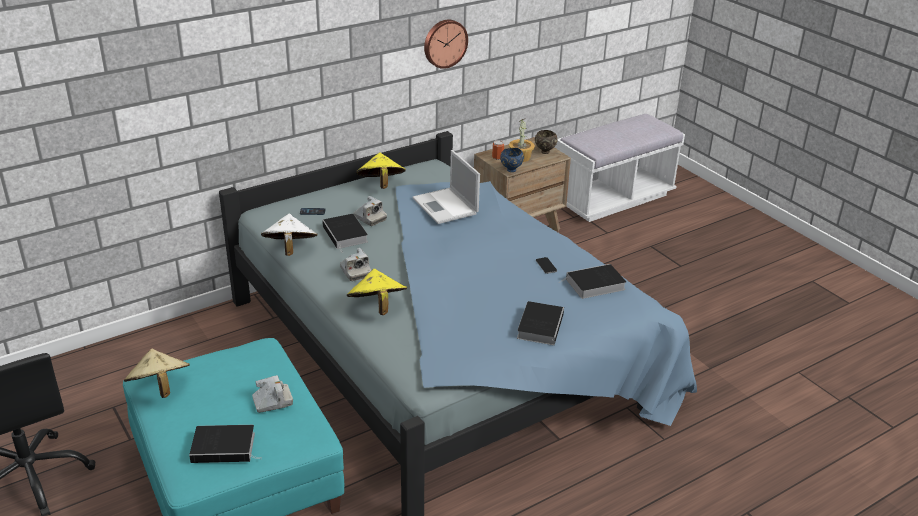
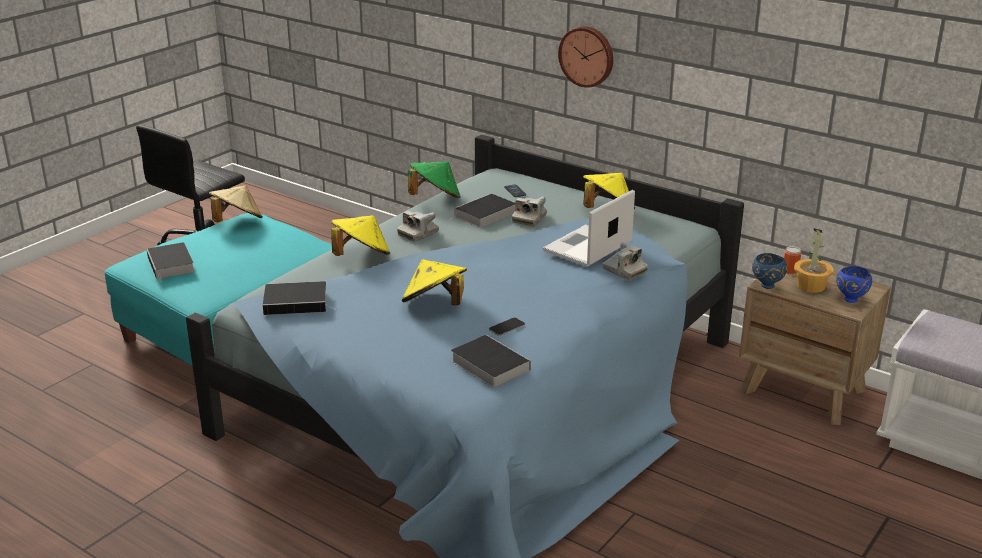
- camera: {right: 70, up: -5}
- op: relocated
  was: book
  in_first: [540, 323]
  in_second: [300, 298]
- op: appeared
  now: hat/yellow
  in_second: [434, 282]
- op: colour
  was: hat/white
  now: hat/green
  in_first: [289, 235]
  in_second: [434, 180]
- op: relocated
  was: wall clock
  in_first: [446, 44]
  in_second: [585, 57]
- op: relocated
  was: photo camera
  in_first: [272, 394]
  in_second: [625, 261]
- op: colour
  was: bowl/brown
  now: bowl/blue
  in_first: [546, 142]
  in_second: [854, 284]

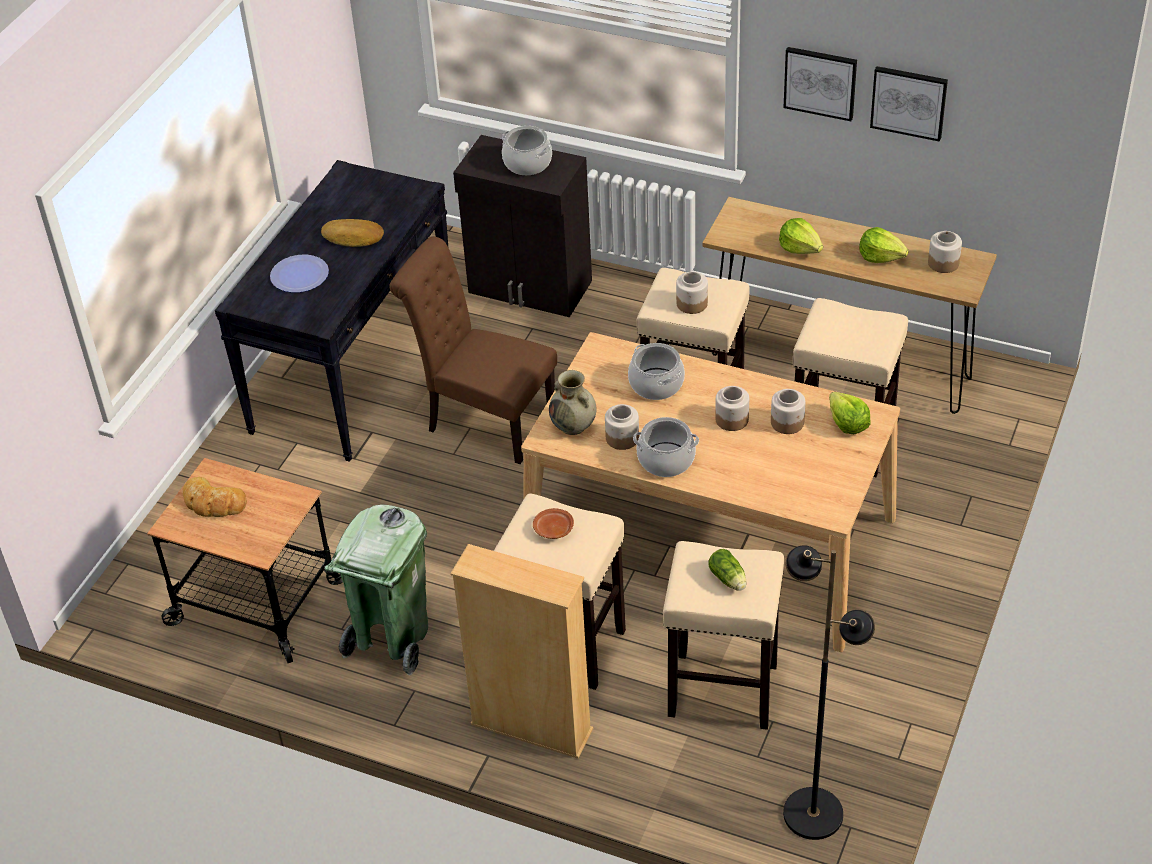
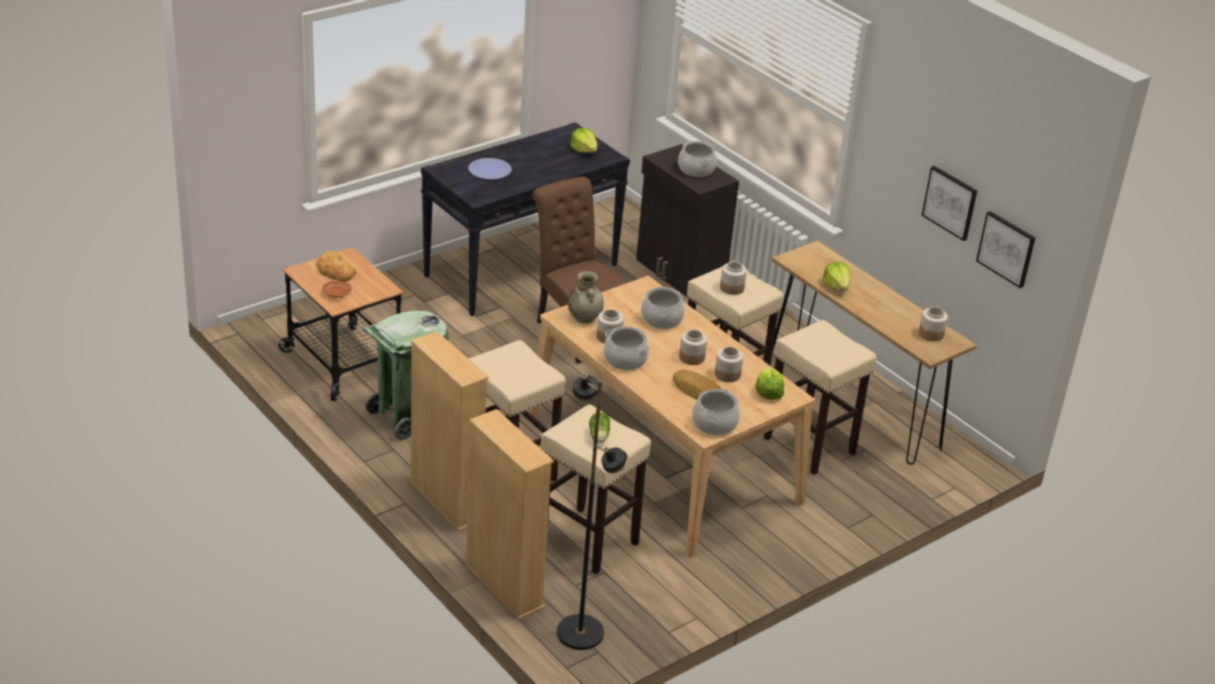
- camera: {right: 25, up: -10}
- op: relocated
  was: plate/brown
  in_first: [553, 523]
  in_second: [337, 289]
- op: appeared
  now: bookcase/beige
  in_second: [509, 514]
- op: relocated
  was: lettuce
  in_first: [884, 245]
  in_second: [583, 140]
- op: relocated
  was: bread
  in_first: [352, 233]
  in_second: [697, 384]
- op: appeared
  now: cooking pot
  in_second: [716, 412]
- op: relocated
  was: picture
  in_first: [820, 84]
  in_second: [1005, 249]

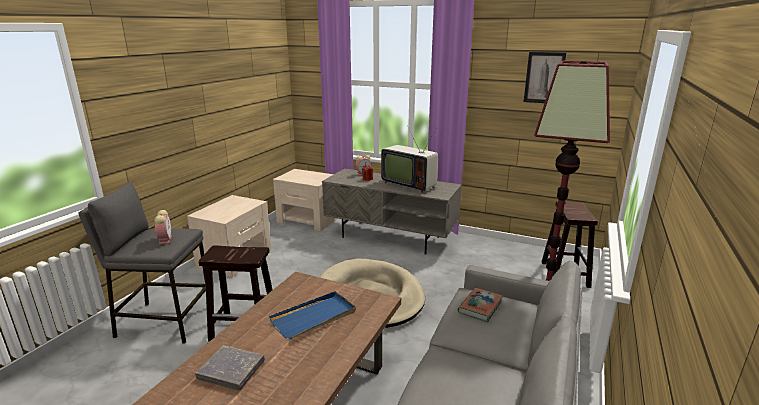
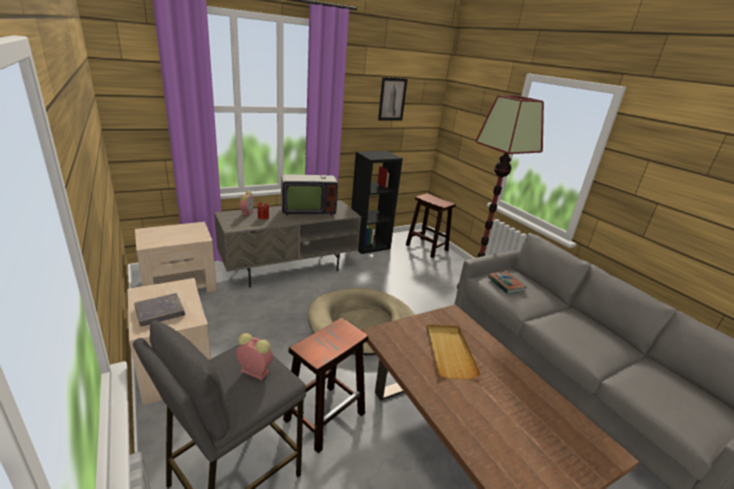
- camera: {right: -55, up: 5}
- op: relocated
  was: book/grey
  in_first: [230, 367]
  in_second: [159, 310]
- op: appeared
  now: bookcase/black
  in_second: [377, 202]
- op: colour
  was: tray/blue
  now: tray/beige
  in_first: [312, 315]
  in_second: [454, 352]

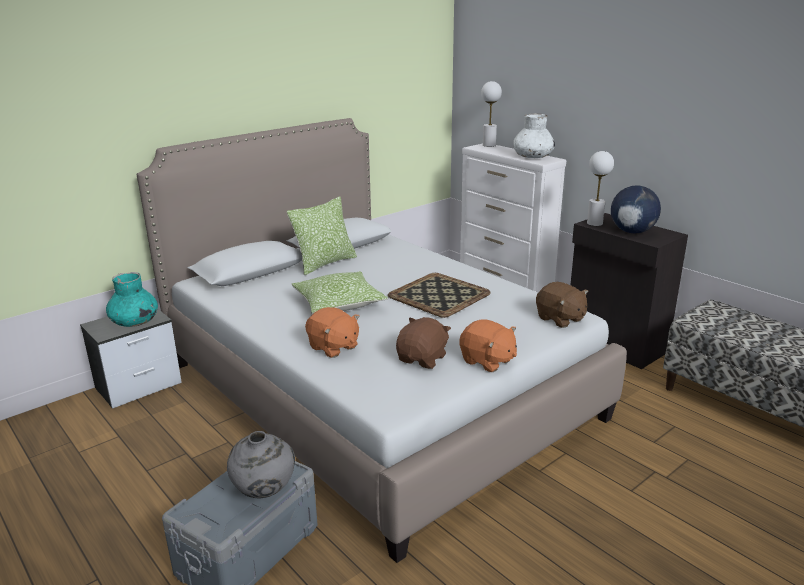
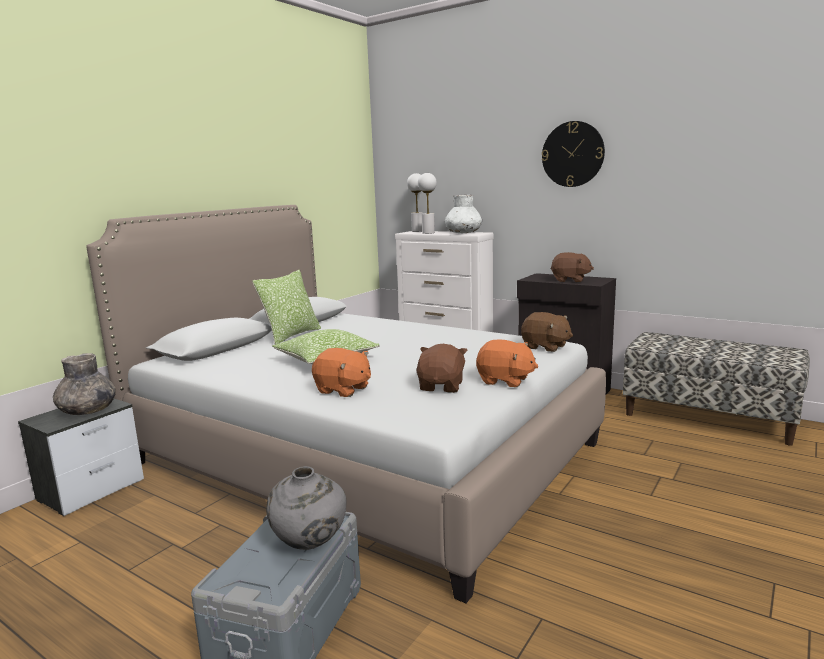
- camera: {right: -15, up: -10}
- op: colour
  was: vase/turquoise
  now: vase/grey
  in_first: [132, 299]
  in_second: [84, 384]
- op: relocated
  was: table lamp/white
  in_first: [600, 188]
  in_second: [427, 203]
- op: appeared
  now: wall clock
  in_second: [573, 154]
- op: exchanged
  was: globe
  now: plush toy/brown
  in_first: [636, 209]
  in_second: [572, 267]
- op: missing
  was: tray
  in_first: [439, 295]

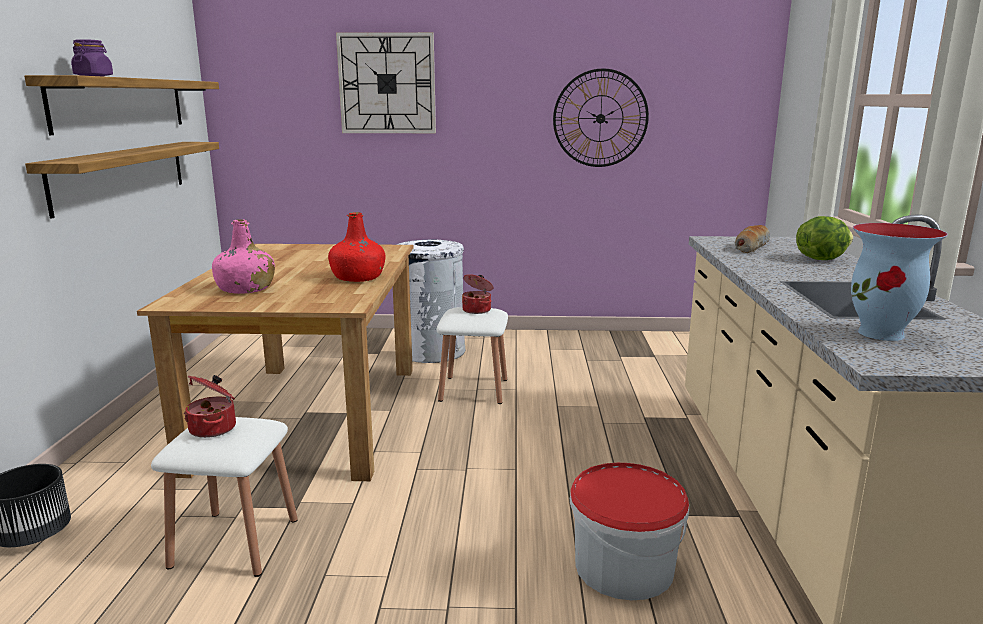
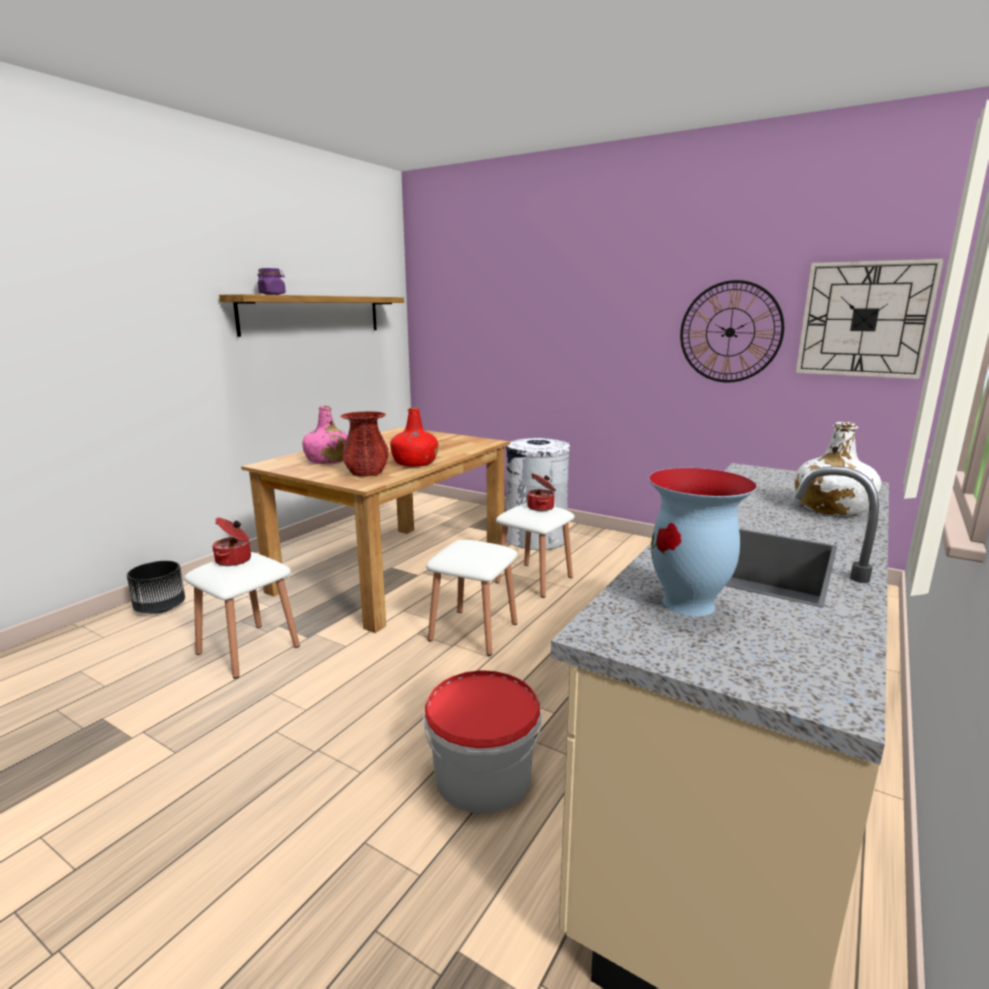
- camera: {right: 30, up: 0}
- op: appeared
  now: vase/red
  in_second: [364, 444]
- op: appeared
  now: stool/white
  in_second: [471, 598]
- op: exchanged
  was: lettuce
  now: bottle/white
  in_first: [824, 238]
  in_second: [838, 468]
- op: relocated
  was: wall clock
  in_first: [386, 82]
  in_second: [870, 319]
- op: missing
  was: shelf
  in_first: [122, 180]
- op: missing
  was: bread
  in_first: [752, 239]

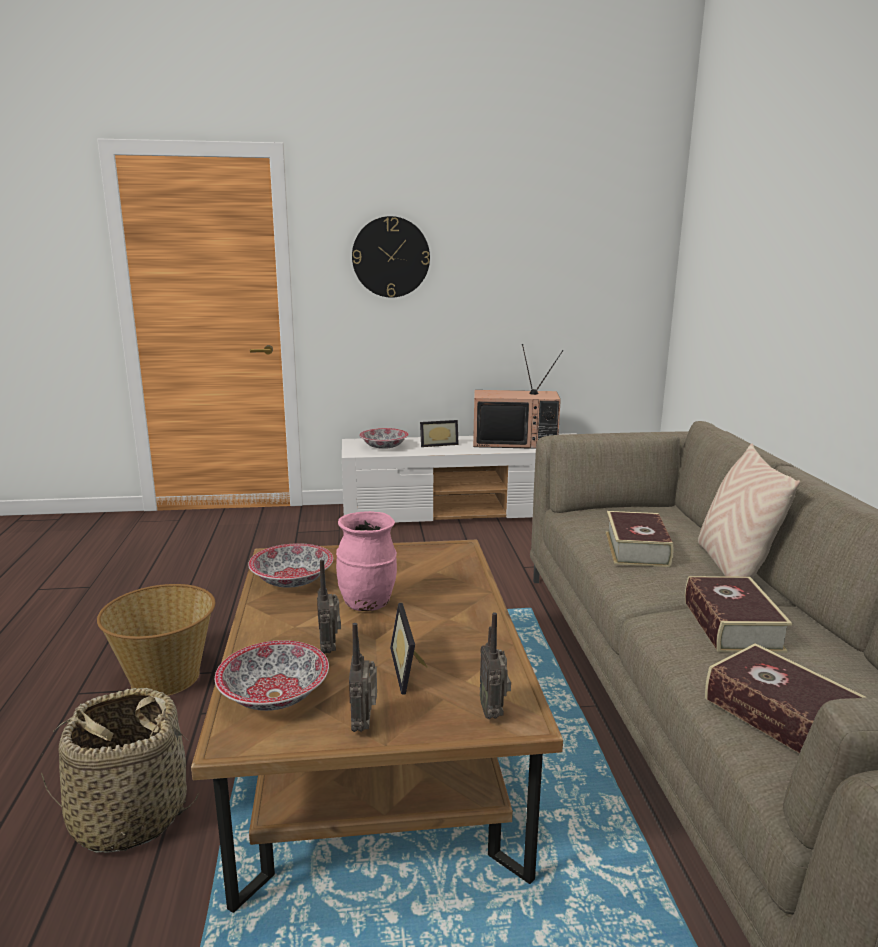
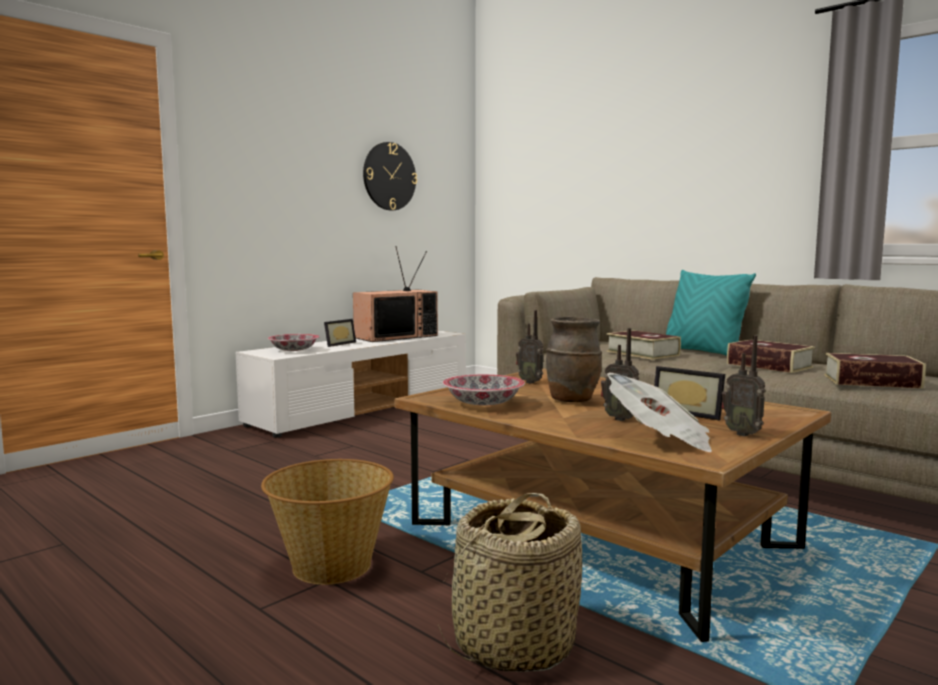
- camera: {right: -40, up: -10}
- op: relocated
  was: wall clock
  in_first: [391, 257]
  in_second: [390, 176]
- op: relocated
  was: radio
  in_first: [495, 665]
  in_second: [530, 347]
- op: colour
  was: vase/pink
  now: vase/brown
  in_first: [366, 561]
  in_second: [574, 359]
- op: exchanged
  was: bowl
  now: newspaper
  in_first: [272, 675]
  in_second: [659, 413]
- op: colour
  was: pillow/beige
  now: pillow/turquoise
  in_first: [749, 511]
  in_second: [711, 313]

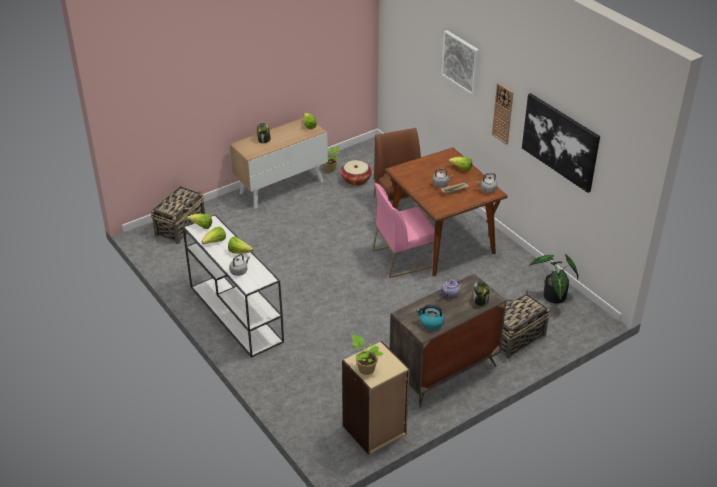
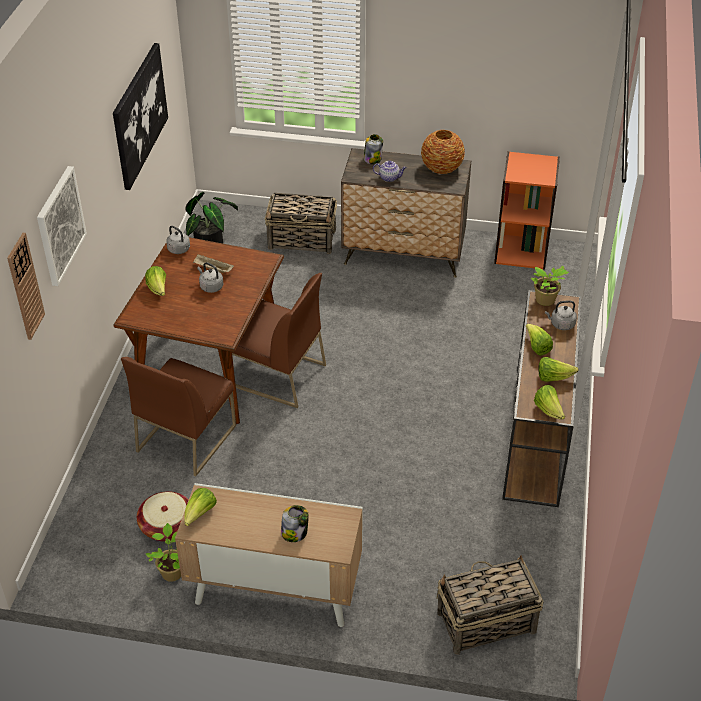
- camera: {right: -135, up: 5}
- op: relocated
  was: wall clock
  in_first: [502, 114]
  in_second: [26, 286]
- op: colour
  was: chair/pink
  now: chair/brown
  in_first: [403, 230]
  in_second: [279, 340]
- op: exchanged
  was: kettle
  now: vase
  in_first: [430, 317]
  in_second: [443, 152]
- op: colour
  was: bookcase/beige
  now: bookcase/orange
  in_first: [376, 398]
  in_second: [527, 210]
- op: colour
  was: console table/white
  now: console table/brown
  in_first: [233, 286]
  in_second: [542, 398]
- op: relocated
  was: potted plant
  in_first: [367, 355]
  in_second: [550, 286]

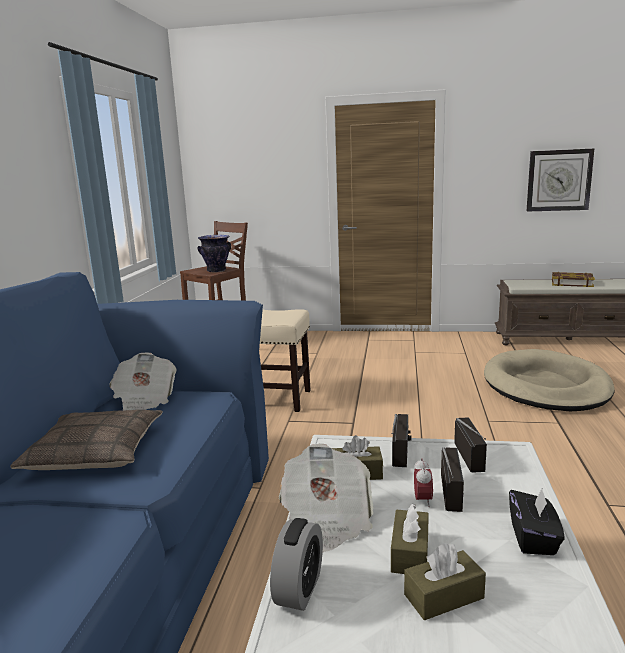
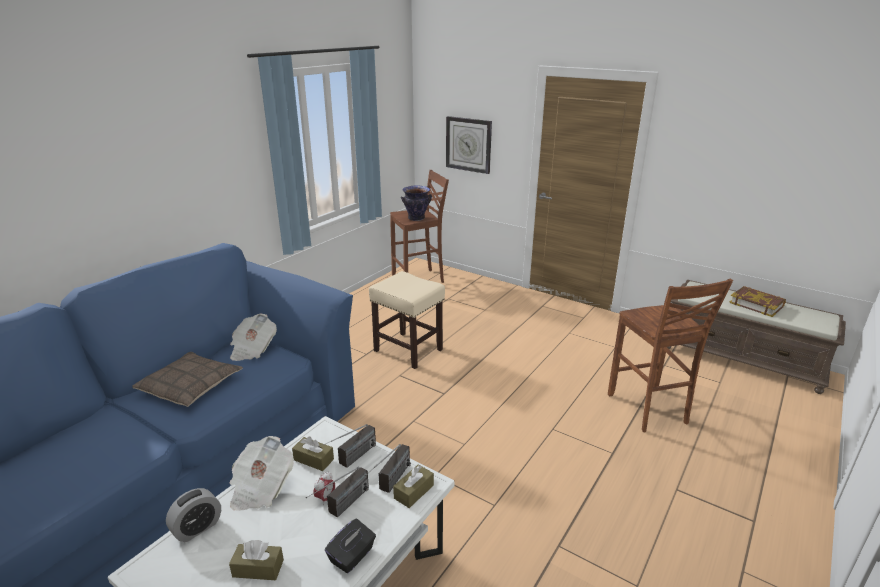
- camera: {right: 25, up: 10}
- op: relocated
  was: tissue box/brown
  in_first: [410, 538]
  in_second: [413, 486]
- op: relocated
  was: wall clock
  in_first: [561, 180]
  in_second: [469, 145]
- op: exchanged
  was: dog bed/beige
  now: stool/brown
  in_first: [549, 380]
  in_second: [670, 355]

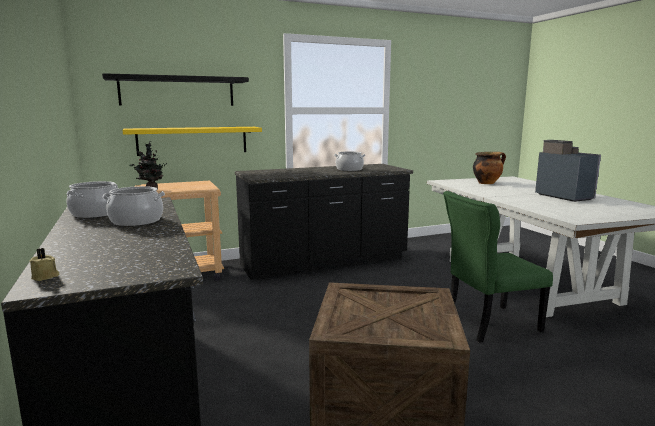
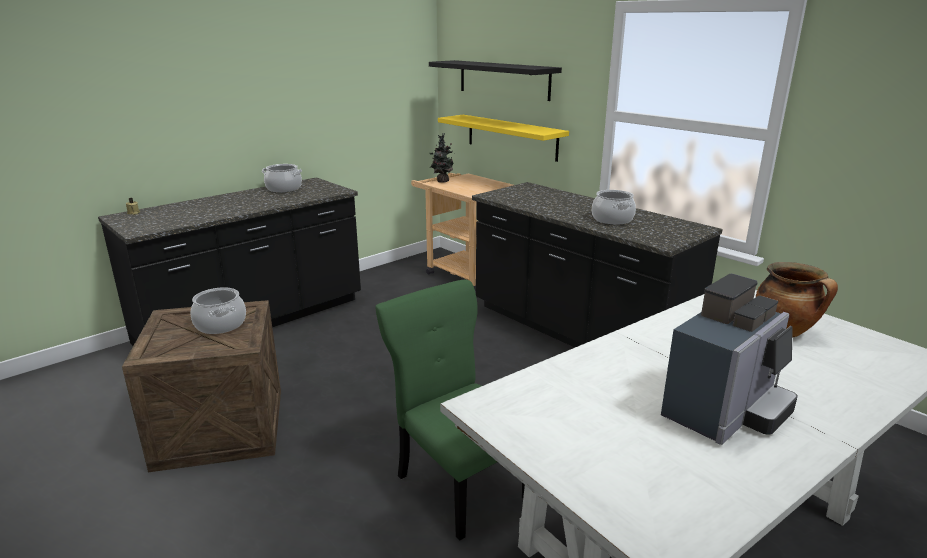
- camera: {right: 70, up: 10}
- op: relocated
  was: cooking pot
  in_first: [133, 206]
  in_second: [218, 310]

